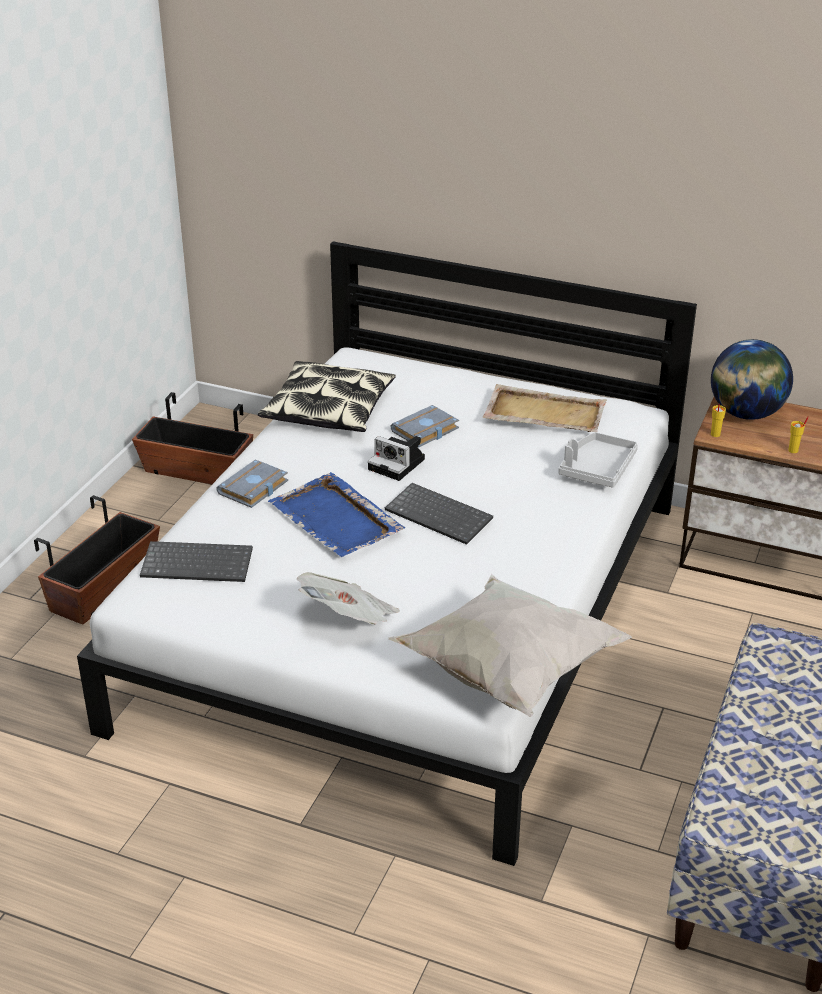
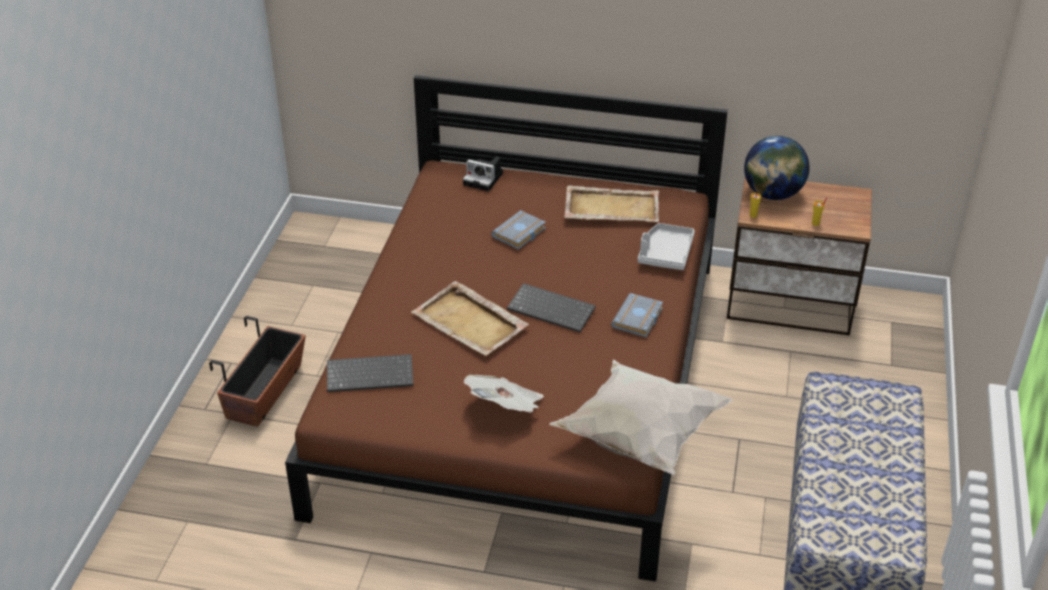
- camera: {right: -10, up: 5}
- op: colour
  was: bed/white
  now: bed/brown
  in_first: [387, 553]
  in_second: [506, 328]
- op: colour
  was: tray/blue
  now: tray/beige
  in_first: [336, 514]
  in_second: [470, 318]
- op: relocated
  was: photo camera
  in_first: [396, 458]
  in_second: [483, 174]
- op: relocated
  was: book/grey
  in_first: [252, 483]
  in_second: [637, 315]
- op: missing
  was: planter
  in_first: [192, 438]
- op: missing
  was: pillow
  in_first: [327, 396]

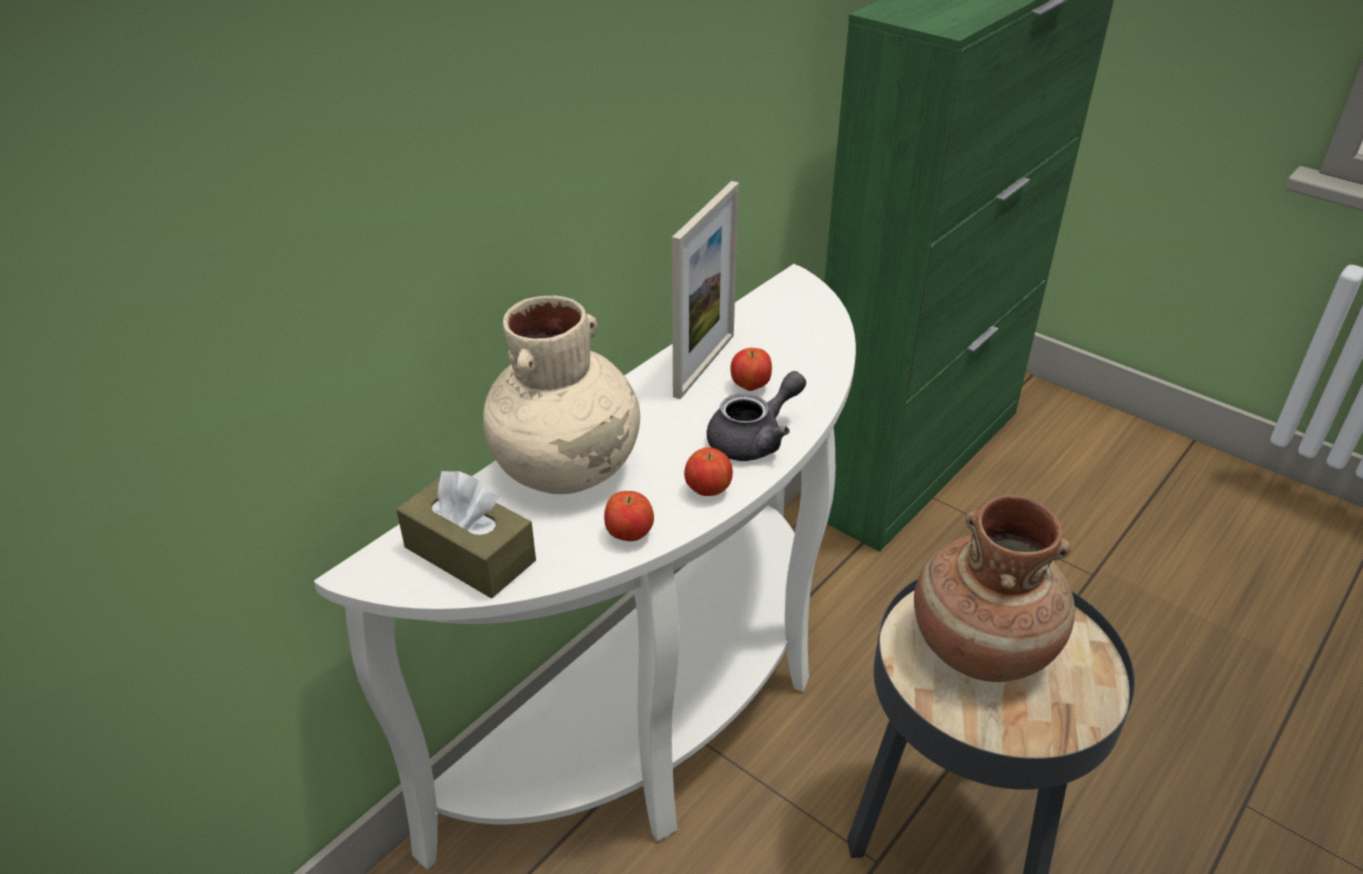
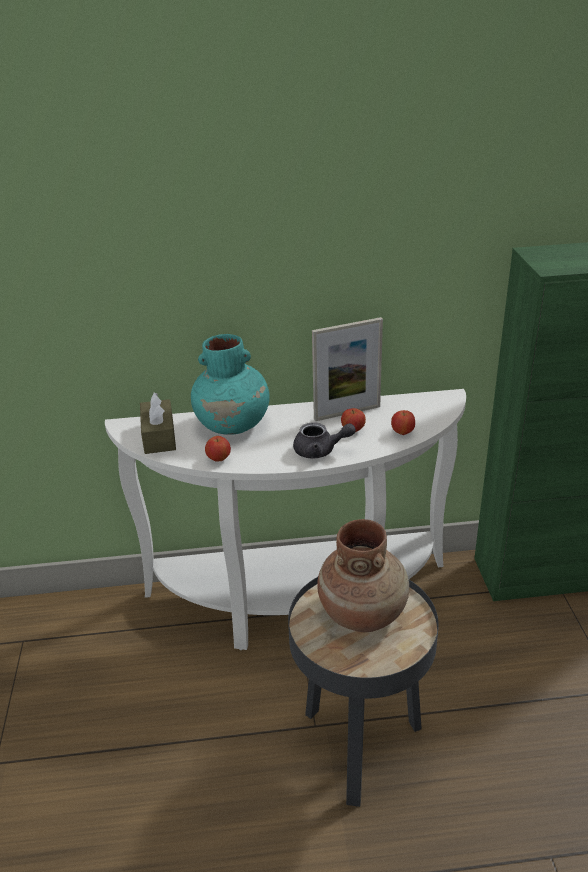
- camera: {right: 45, up: -5}
- op: colour
  was: vase/beige
  now: vase/turquoise
  in_first: [561, 395]
  in_second: [230, 384]
- op: relocated
  was: apple
  in_first: [708, 471]
  in_second: [403, 422]

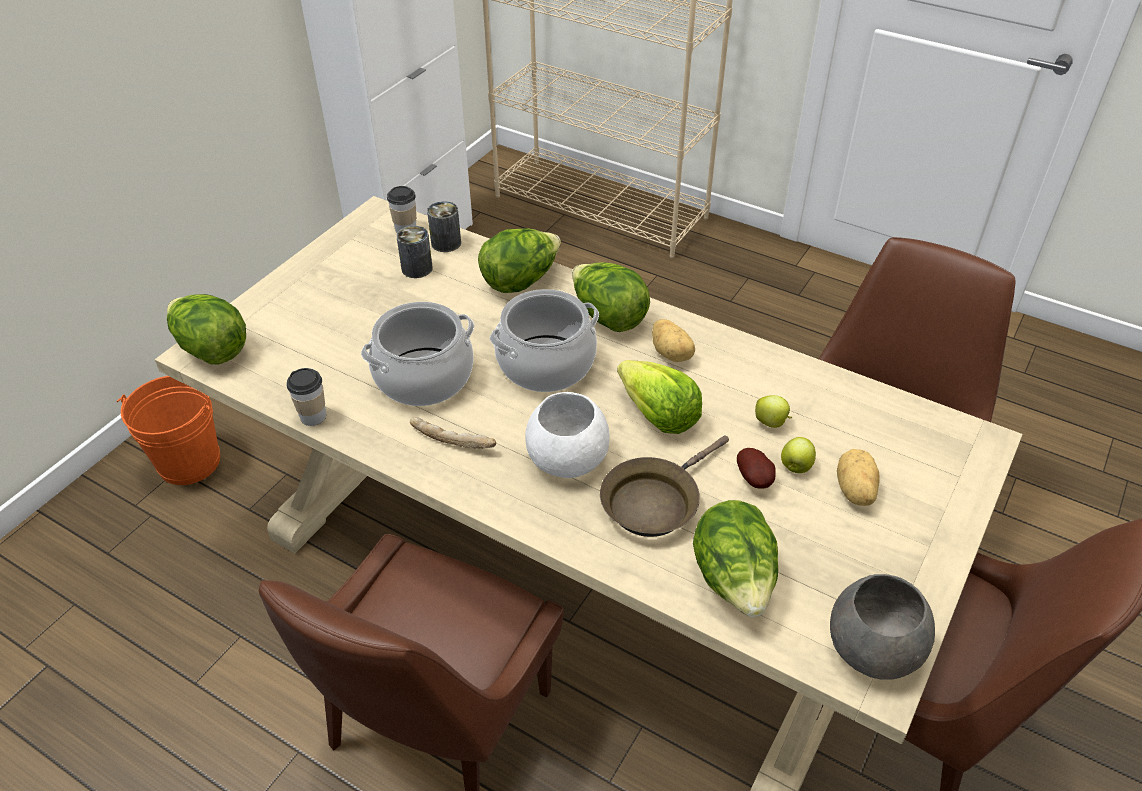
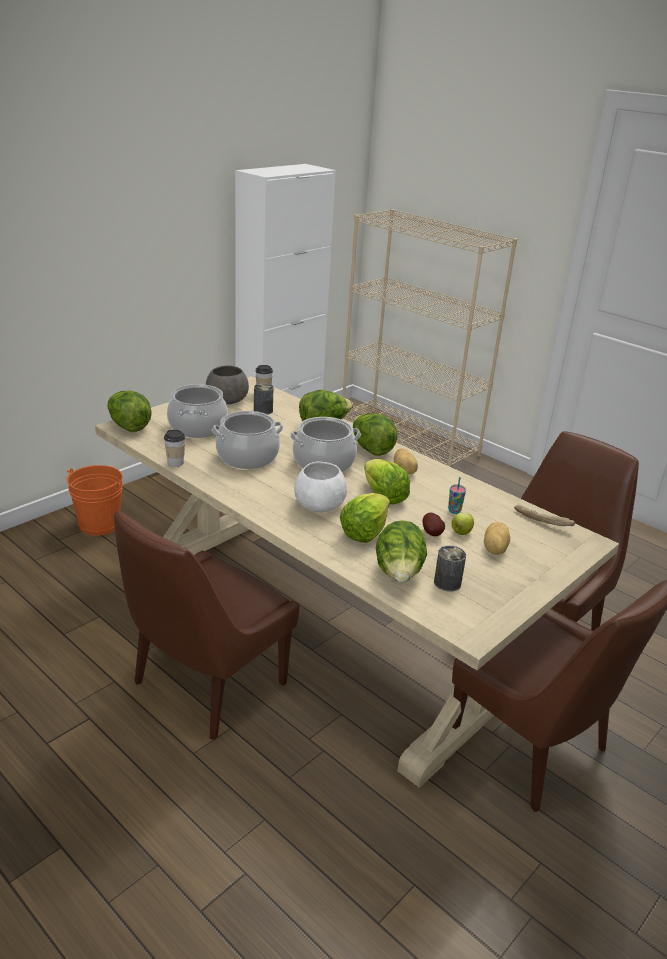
- camera: {right: 10, up: -15}
- op: appeared
  now: cooking pot
  in_second: [197, 411]
- op: relocated
  was: bowl/grey
  in_first: [882, 627]
  in_second: [227, 384]
- op: exchanged
  was: frying pan/brown
  now: lettuce
  in_first: [664, 486]
  in_second: [365, 518]
- op: relocated
  was: can
  in_first: [444, 226]
  in_second: [450, 569]
- op: exchanged
  was: apple
  now: cup
  in_first: [773, 411]
  in_second: [457, 495]
- op: relocated
  was: bread
  in_first: [453, 433]
  in_second: [544, 515]

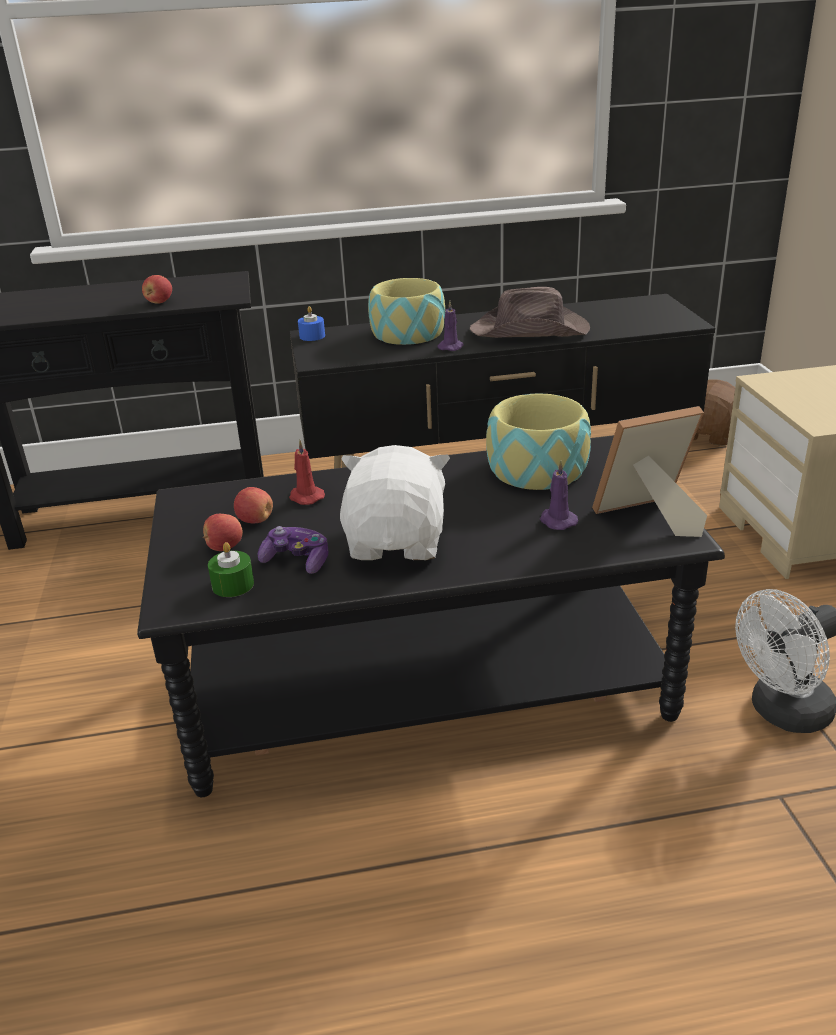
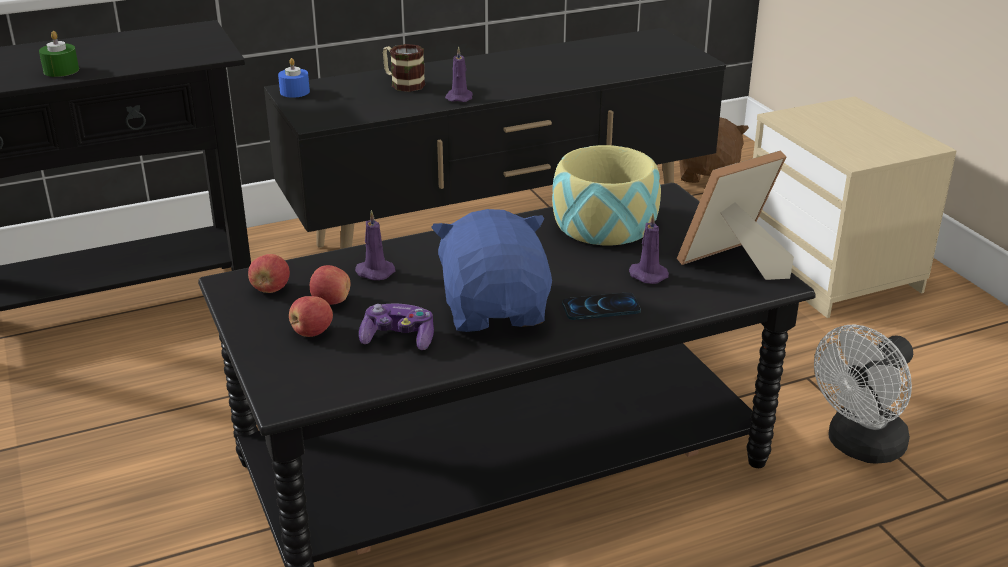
- camera: {right: -15, up: 0}
- op: relocated
  was: candle/green
  in_first: [231, 569]
  in_second: [59, 54]
- op: relocated
  was: apple
  in_first: [157, 289]
  in_second: [269, 273]
- op: colour
  was: candle/red
  now: candle/purple
  in_first: [307, 472]
  in_second: [375, 245]
- op: exchanged
  was: bowl
  now: mug
  in_first: [406, 311]
  in_second: [404, 68]
- op: colour
  was: plush toy/white
  now: plush toy/blue
  in_first: [395, 502]
  in_second: [491, 270]
- op: appeared
  now: phone
  in_second: [601, 306]
- op: missing
  was: hat/brown
  in_first: [530, 312]

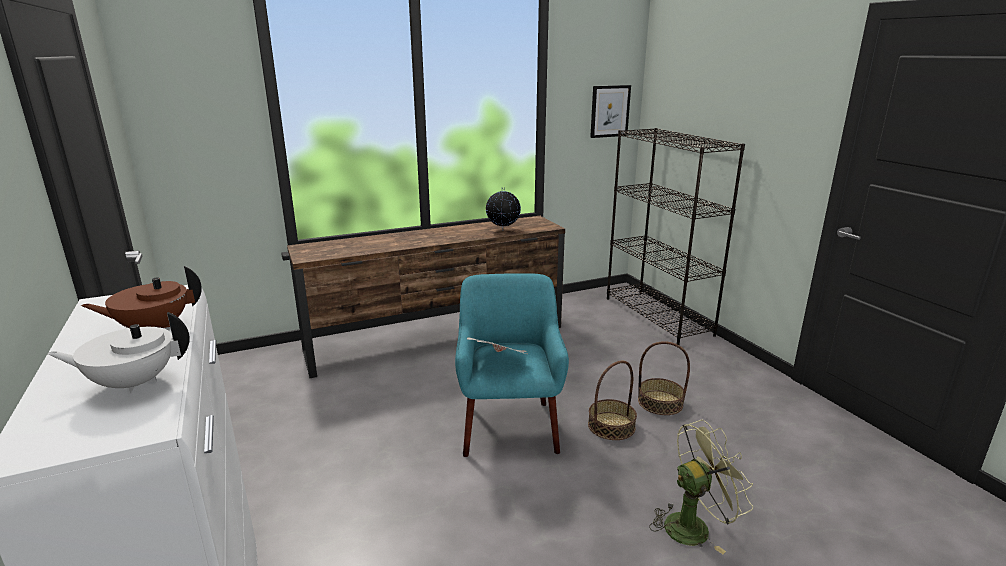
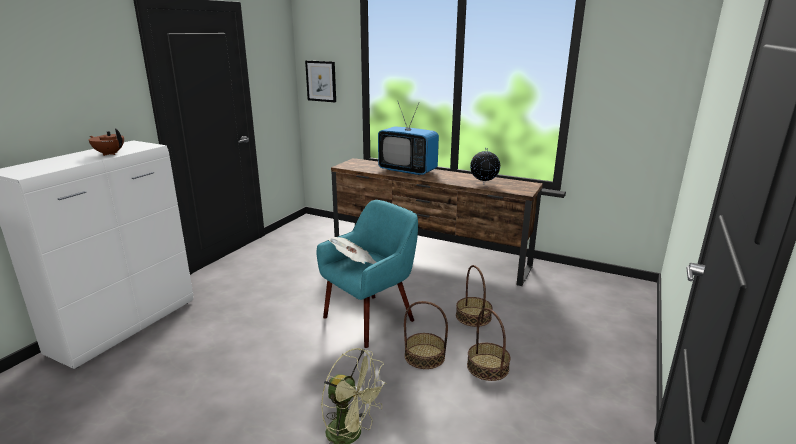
- camera: {right: 50, up: 0}
- op: relocated
  was: picture
  in_first: [610, 111]
  in_second: [320, 81]
- op: appeared
  now: television
  in_second: [408, 138]
- op: appeared
  now: basket
  in_second: [474, 296]
- op: missing
  was: teapot/white
  in_first: [118, 353]
- op: missing
  was: bookcase/black
  in_first: [676, 236]

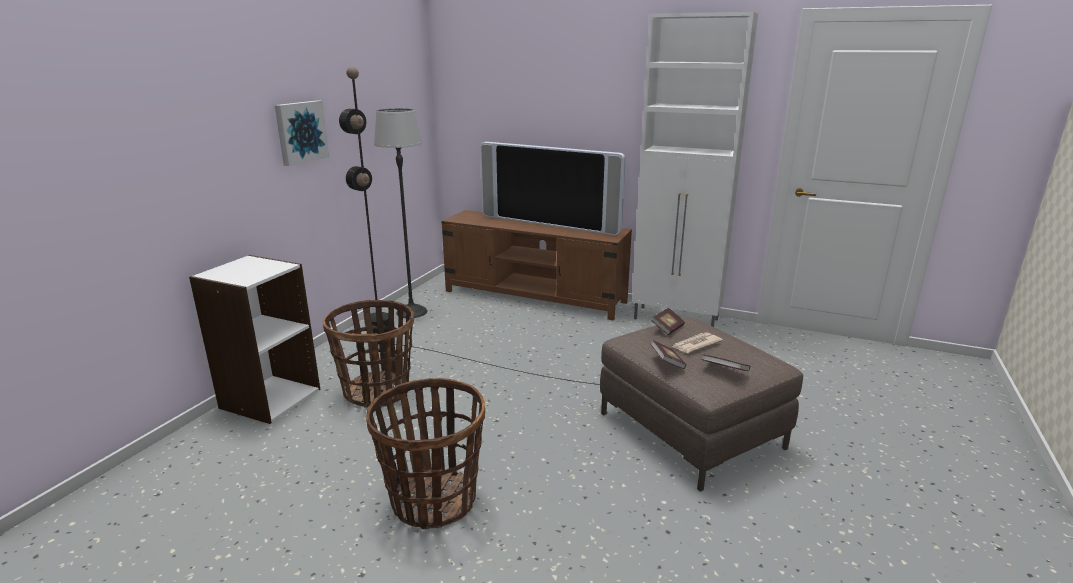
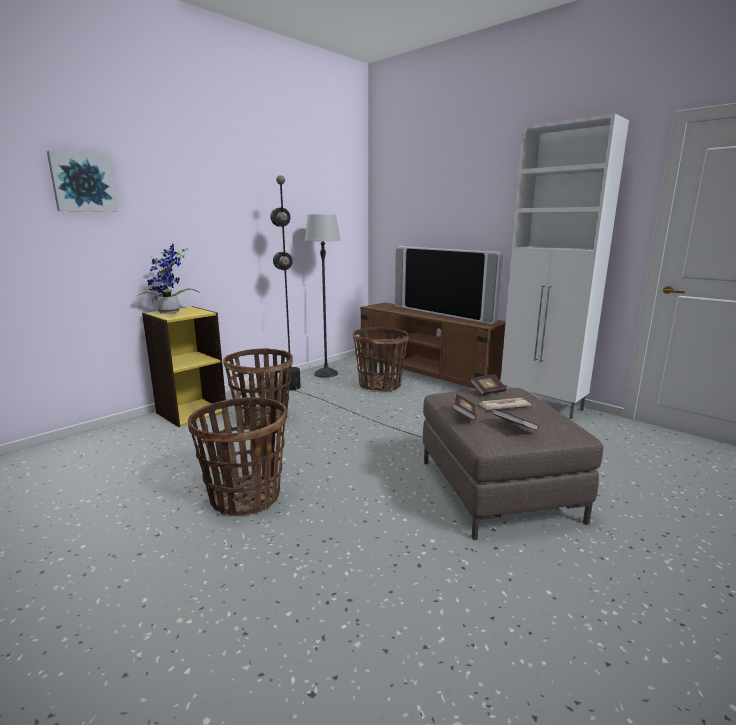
- camera: {right: 20, up: -5}
- op: relocated
  was: picture
  in_first: [302, 133]
  in_second: [82, 181]
- op: appeared
  now: potted plant
  in_second: [168, 279]
- op: colour
  was: bookcase/white
  now: bookcase/yellow
  in_first: [254, 339]
  in_second: [184, 366]
- op: appeared
  now: basket
  in_second: [381, 359]

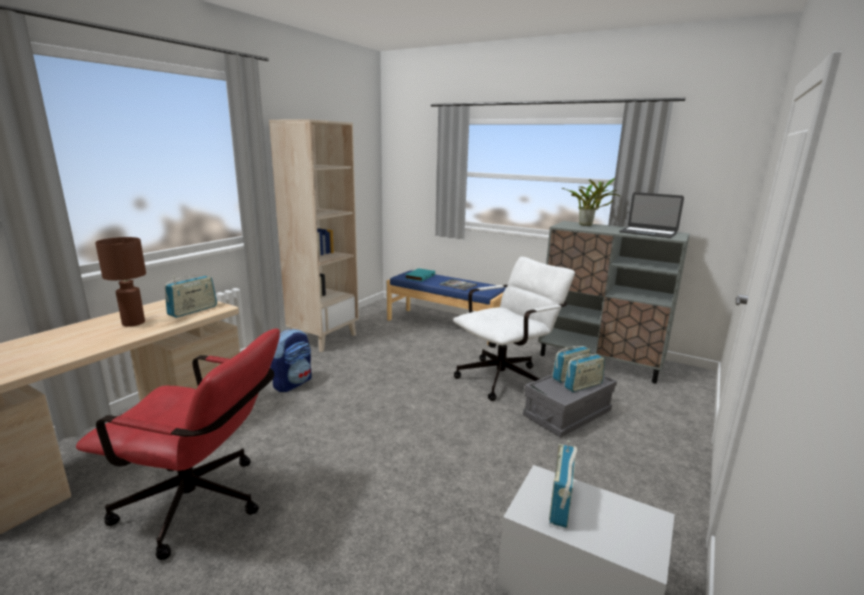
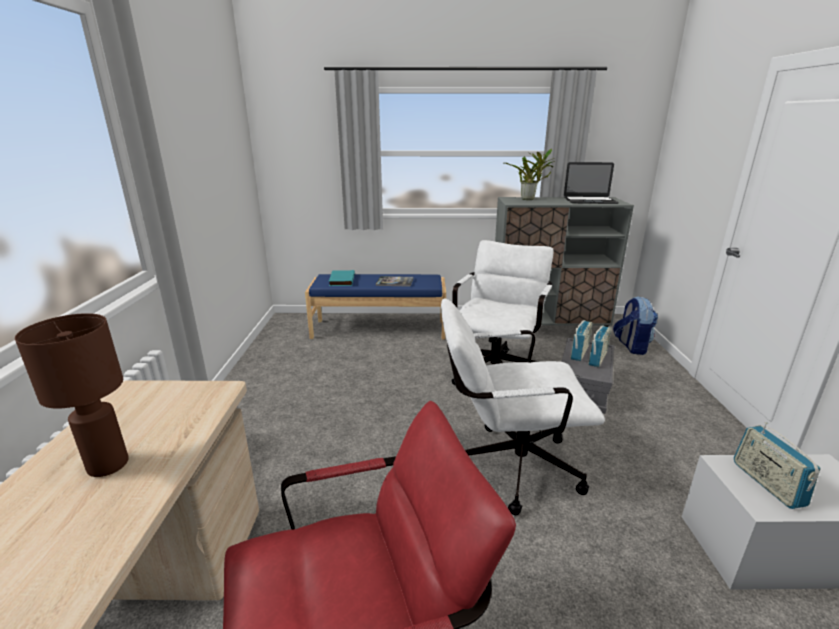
- camera: {right: -30, up: 5}
- op: appeared
  now: office chair/white
  in_second: [523, 406]
- op: relocated
  was: backpack
  in_first: [291, 360]
  in_second: [635, 325]
- op: missing
  was: radio
  in_first: [191, 296]
- op: missing
  was: bookcase/beige
  in_first: [314, 235]

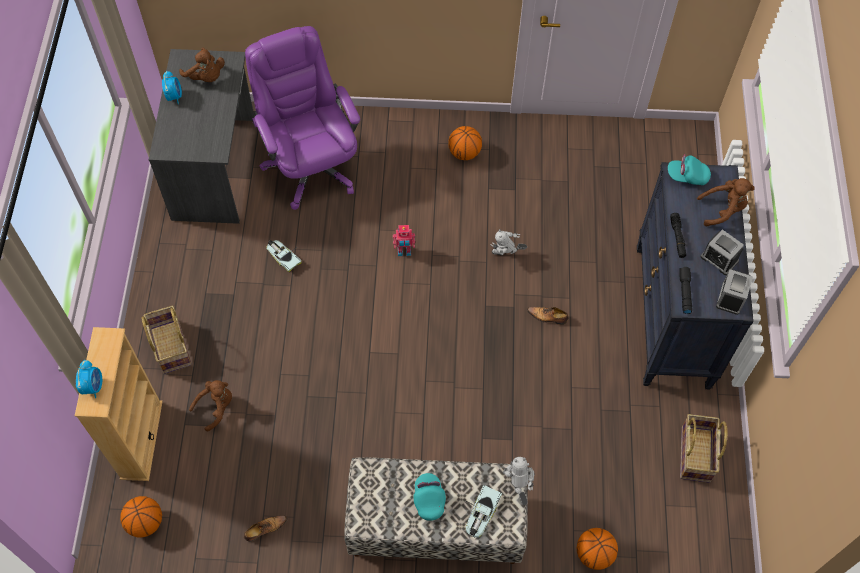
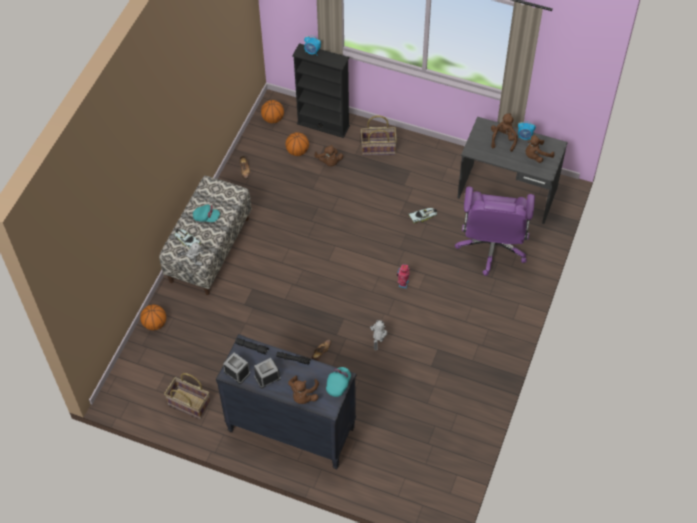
- camera: {right: 110, up: -5}
- op: relocated
  was: basketball
  in_first: [465, 143]
  in_second: [297, 144]
- op: colour
  was: bookcase/beige
  now: bookcase/black
  in_first: [119, 404]
  in_second: [321, 90]
- op: spun
  was: office chair/purple
  in_first: [302, 118]
  in_second: [495, 231]
  clockwise: 105
- op: appeared
  now: plush toy/brown
  in_second: [504, 132]

